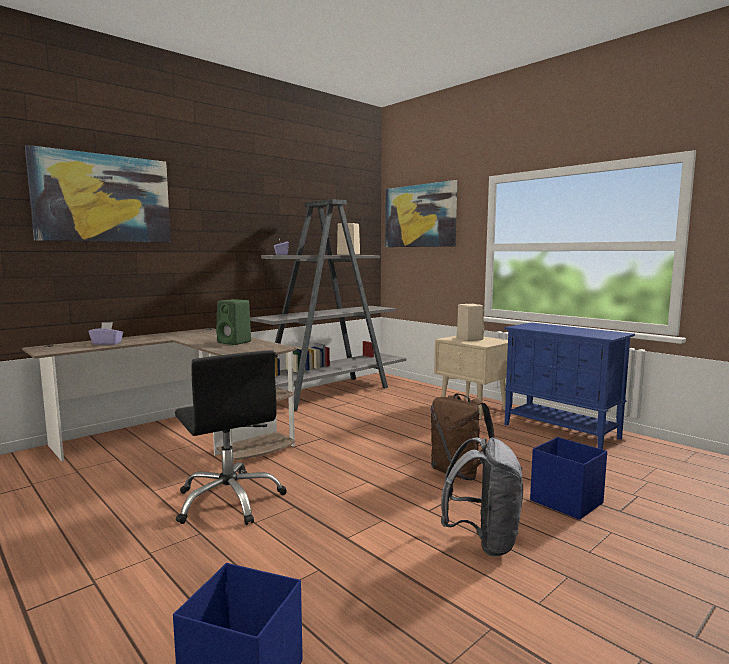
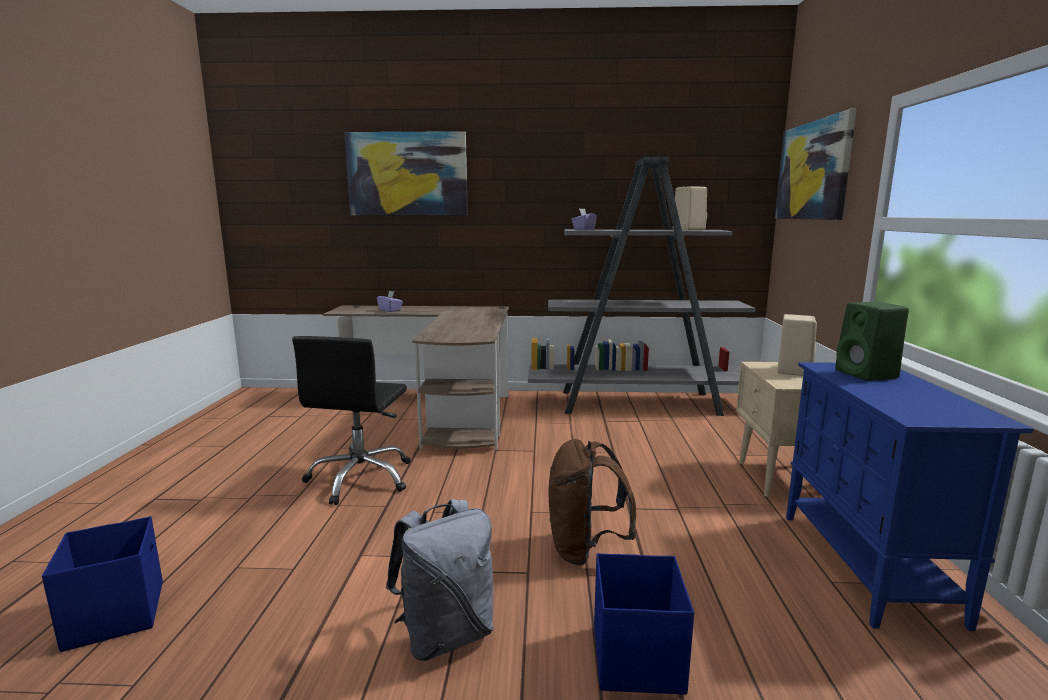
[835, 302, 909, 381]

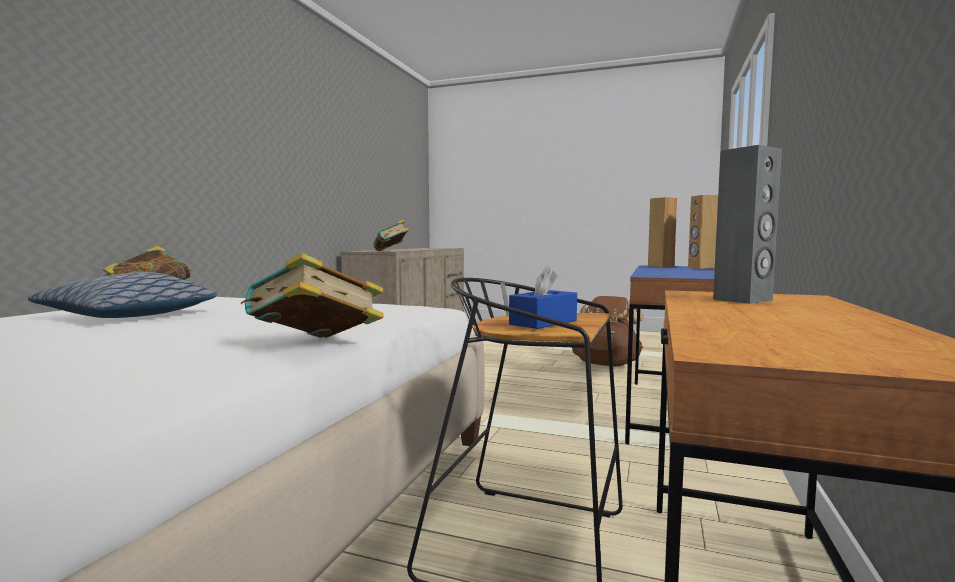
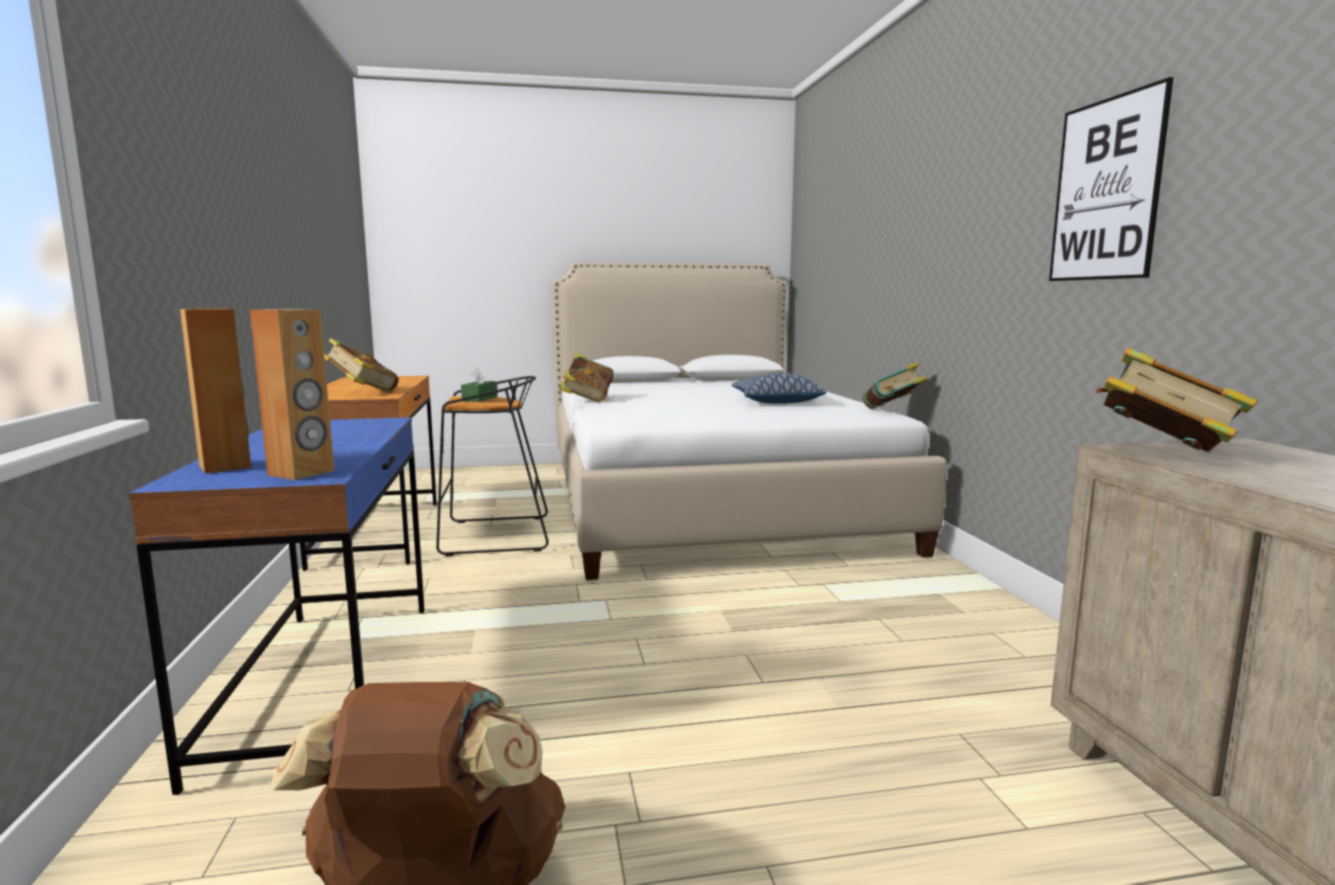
[324, 338, 399, 392]
[461, 368, 497, 402]
[1049, 77, 1173, 281]

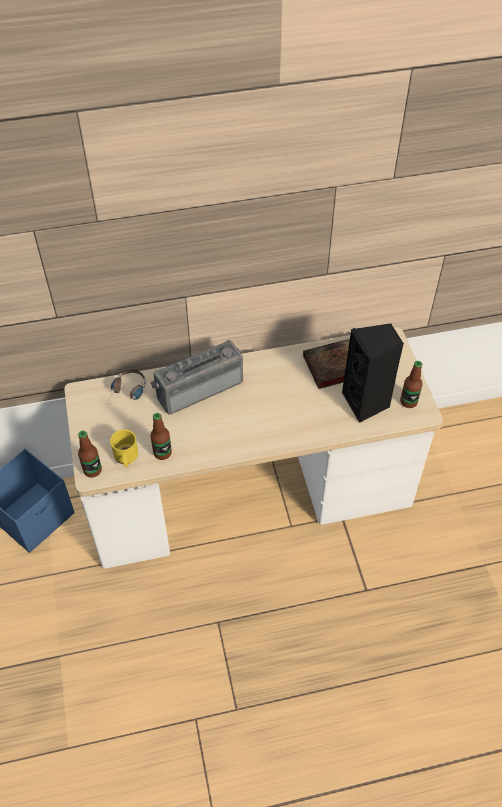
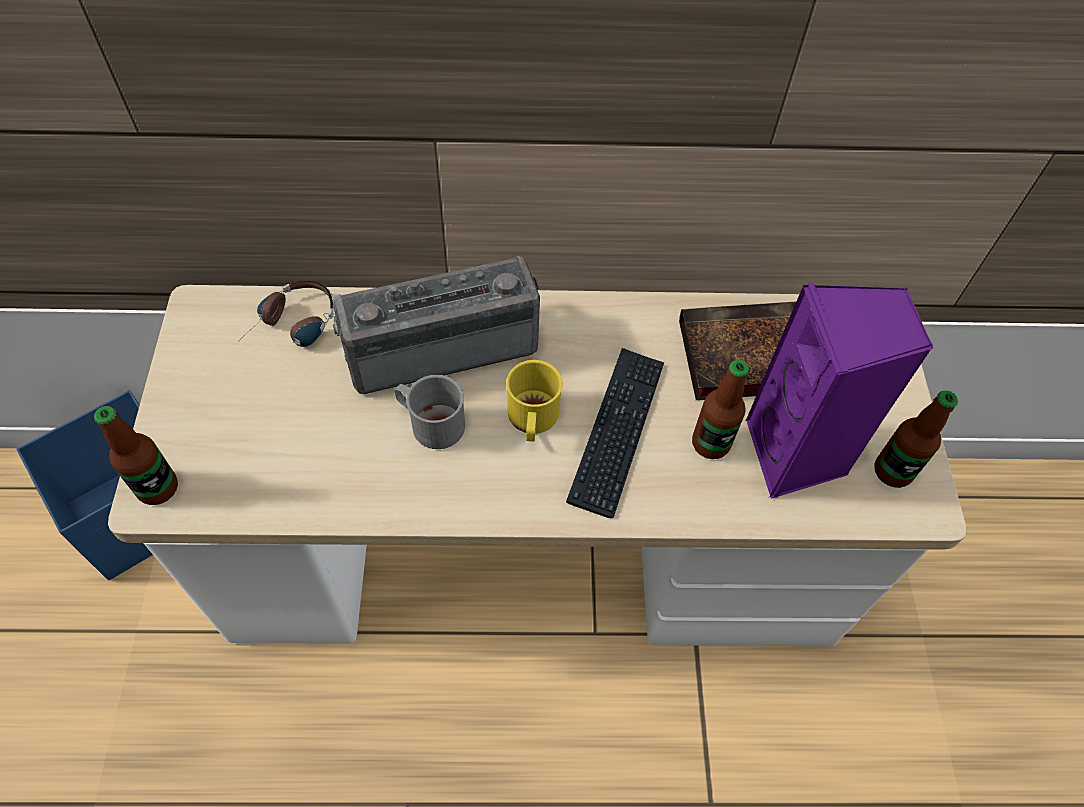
[746, 283, 933, 499]
[692, 360, 749, 459]
[506, 360, 563, 442]
[566, 348, 664, 518]
[395, 375, 465, 449]

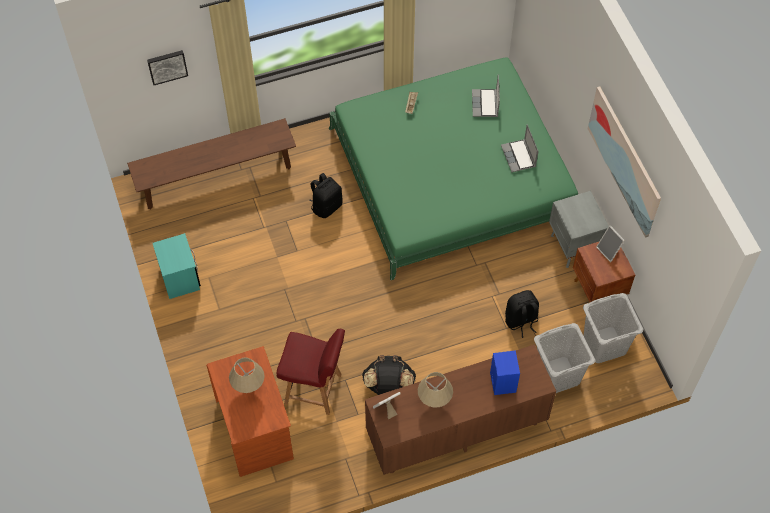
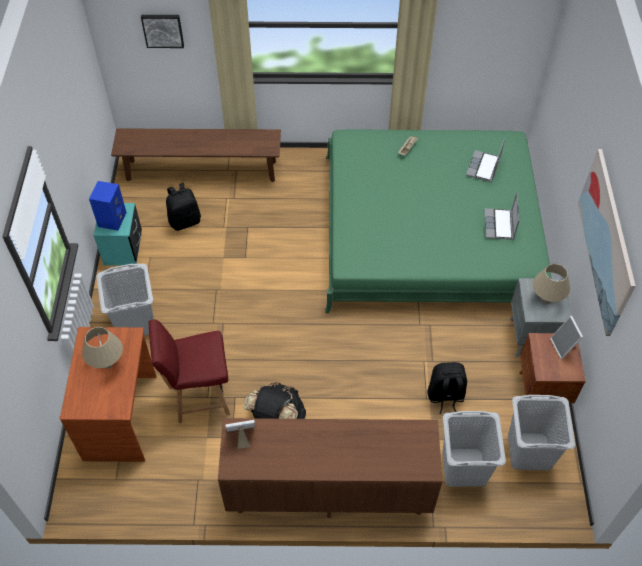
[166, 183, 201, 231]
[149, 319, 230, 424]
[89, 181, 127, 230]
[532, 264, 570, 304]
[96, 263, 154, 335]

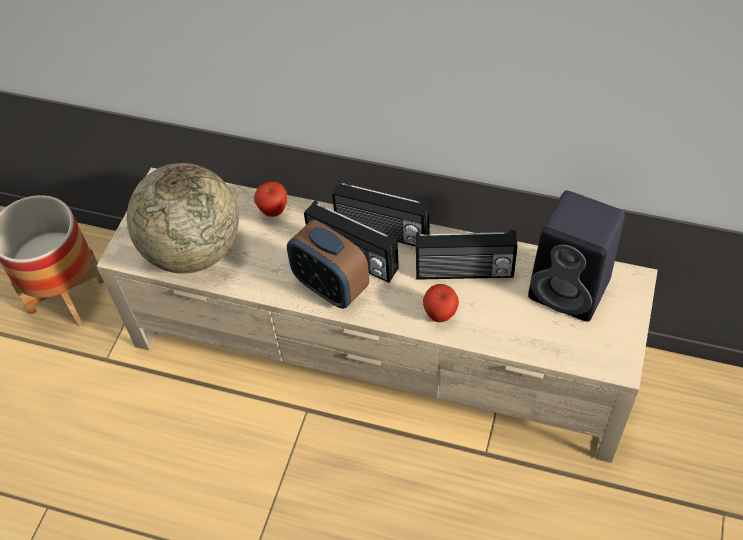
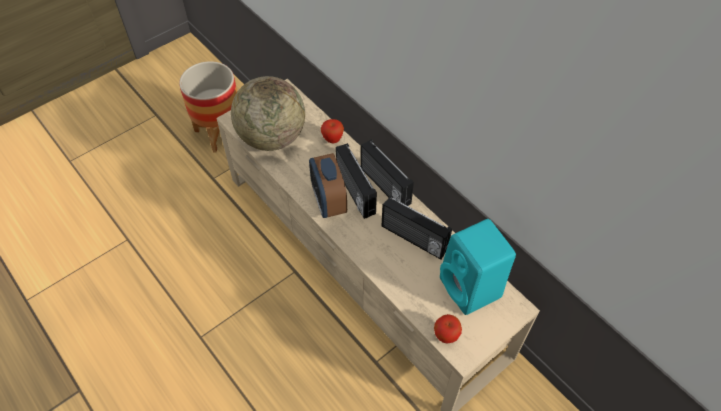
[440, 219, 516, 315]
[434, 314, 462, 343]

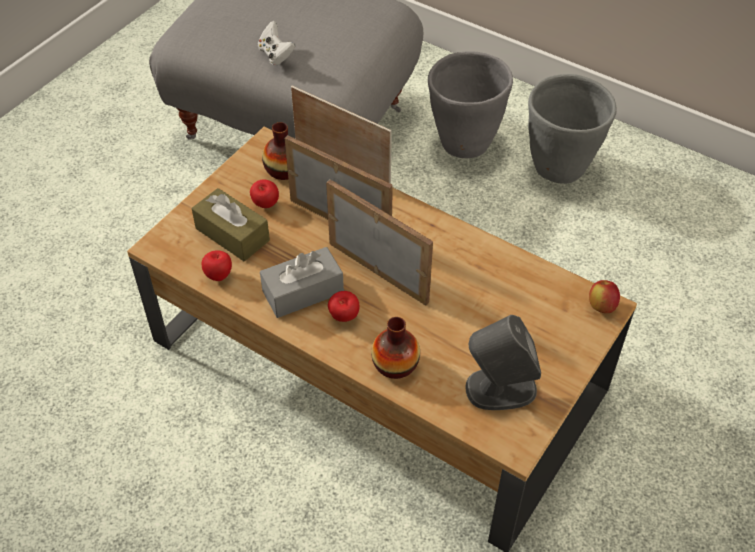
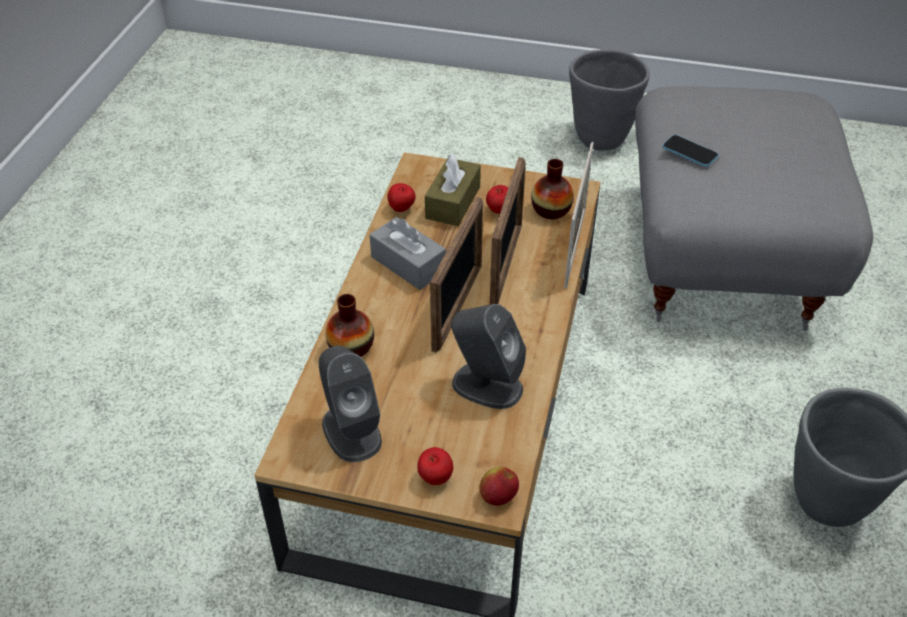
[662, 135, 719, 167]
[569, 49, 650, 150]
[417, 447, 453, 485]
[451, 304, 526, 409]

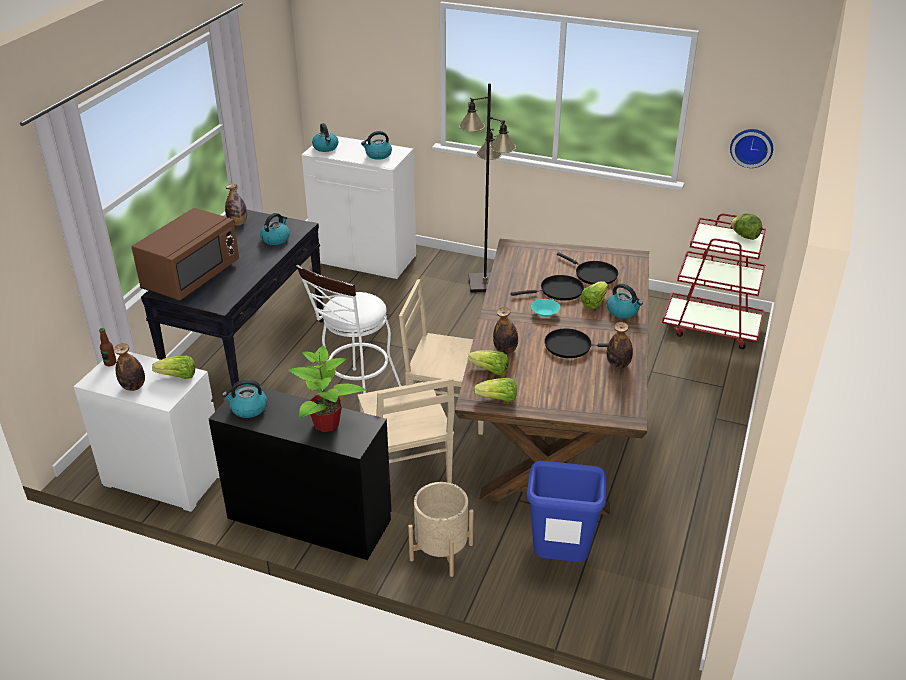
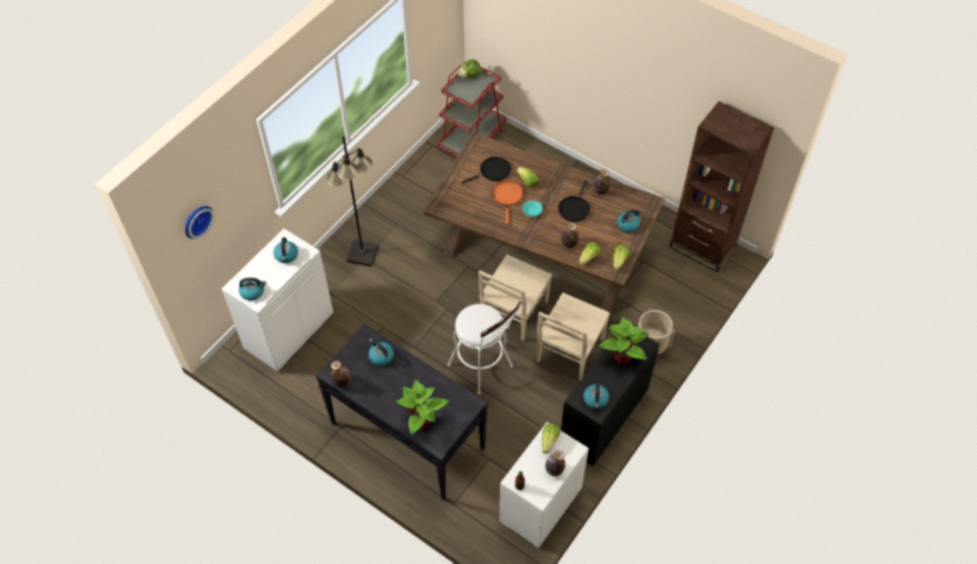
[185, 206, 214, 239]
[396, 380, 450, 434]
[492, 180, 523, 224]
[617, 209, 642, 233]
[537, 292, 610, 381]
[527, 461, 606, 562] (first image)
[669, 101, 774, 273]

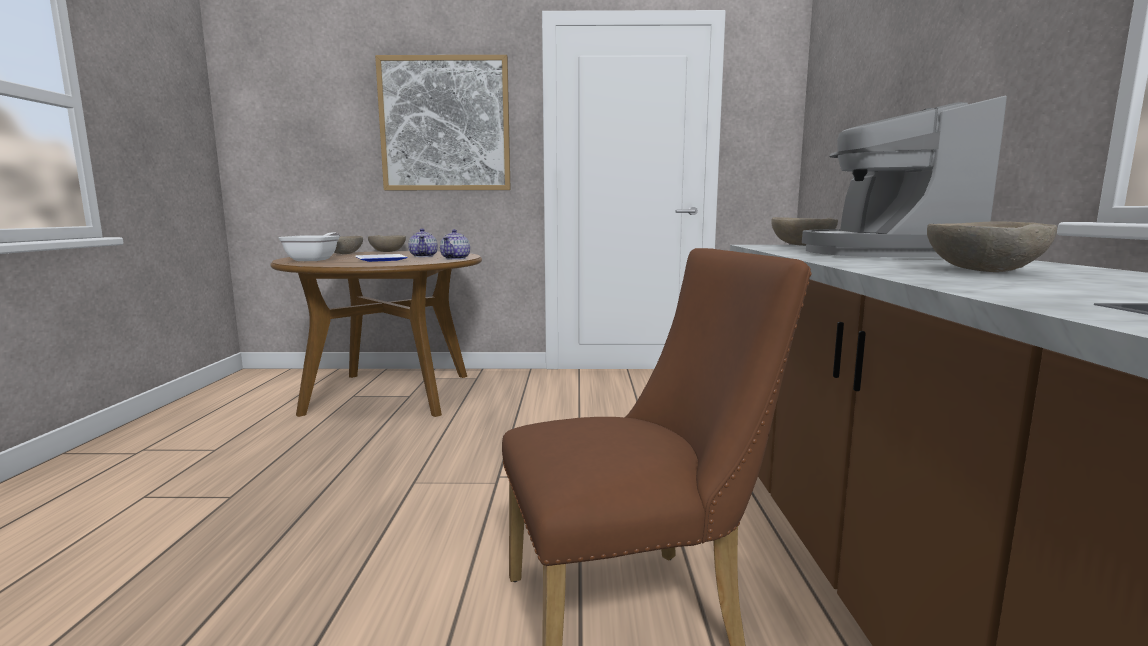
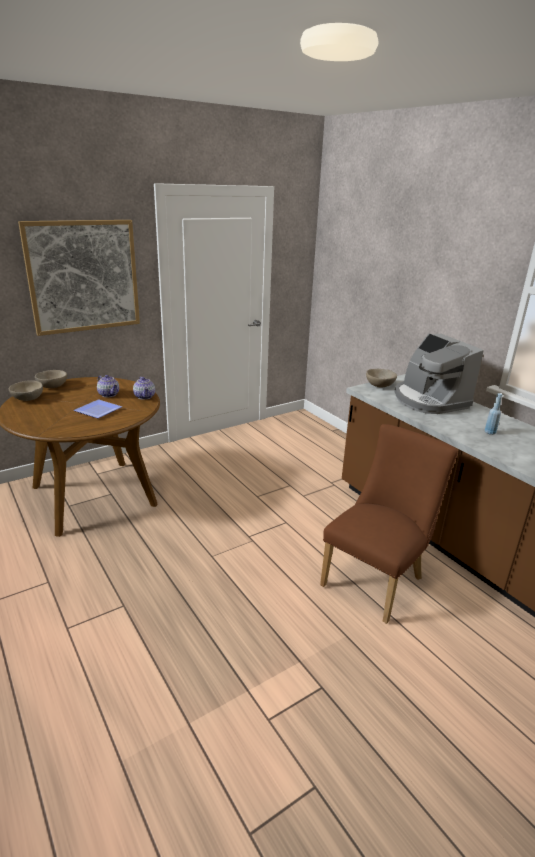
[485, 393, 502, 435]
[278, 232, 340, 261] (first image)

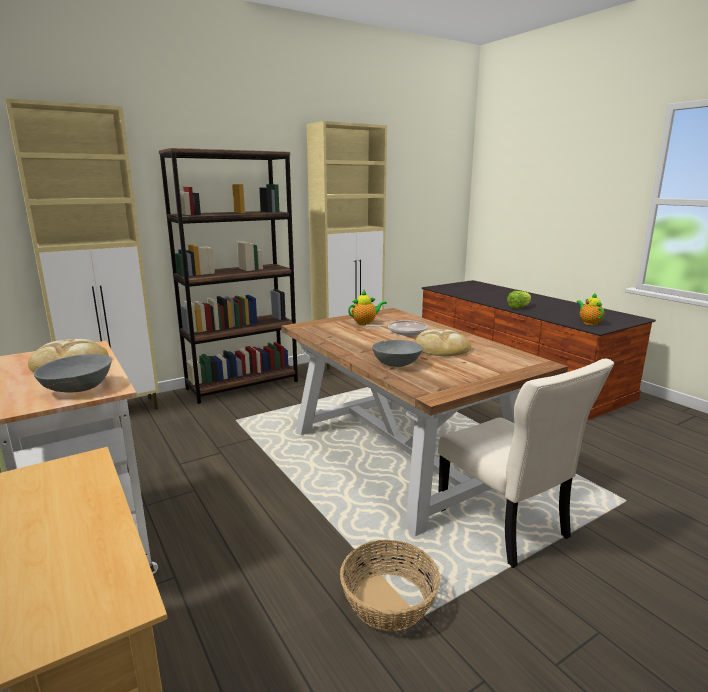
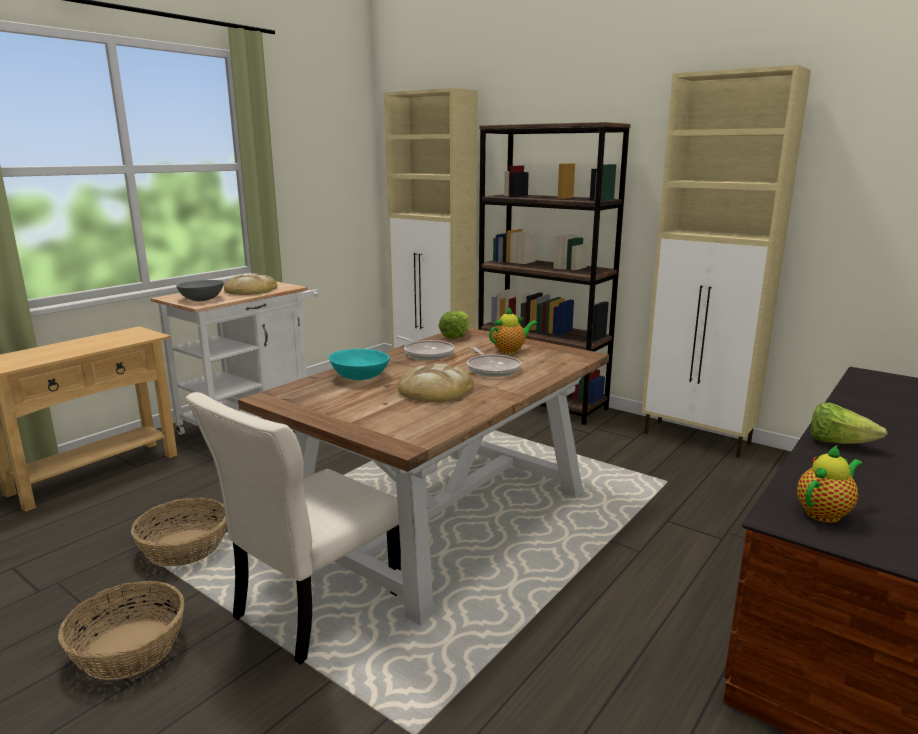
[489, 308, 537, 354]
[329, 349, 390, 380]
[439, 311, 469, 339]
[396, 336, 455, 360]
[58, 581, 184, 680]

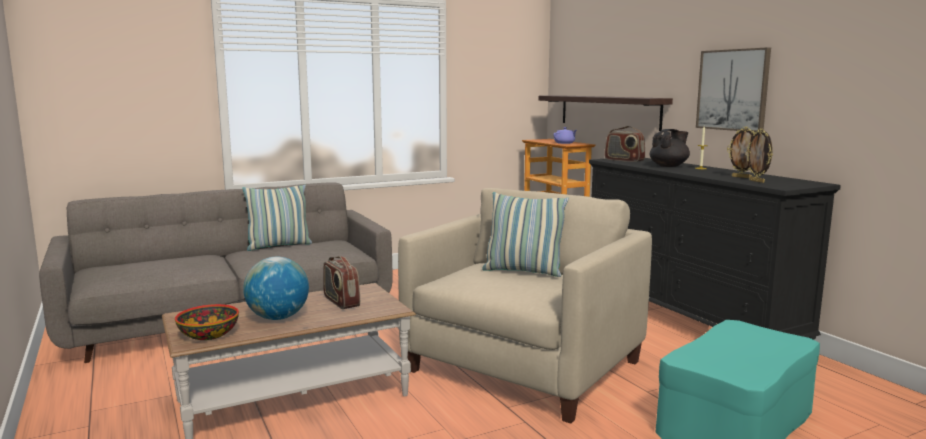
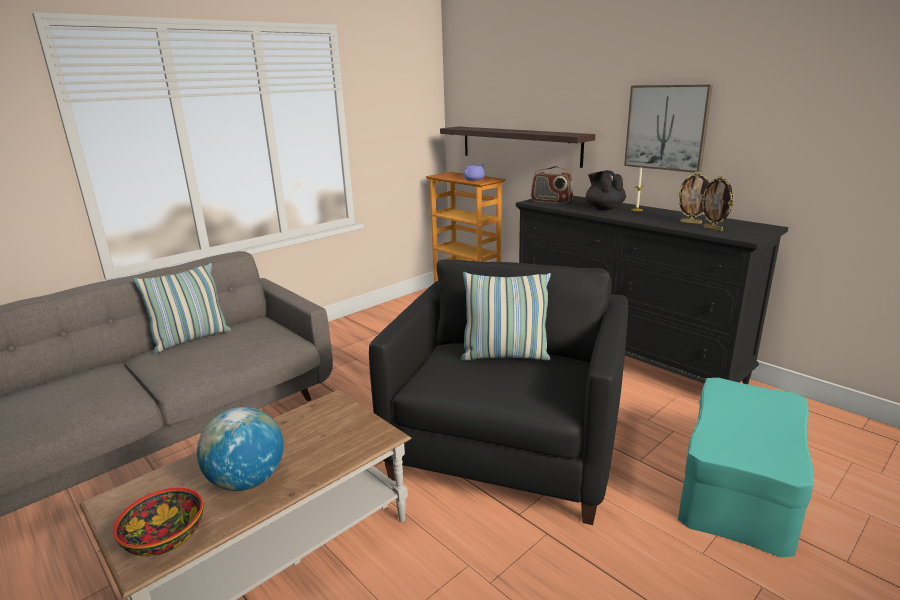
[586, 170, 626, 210]
[369, 260, 628, 525]
[323, 256, 360, 309] (first image)

